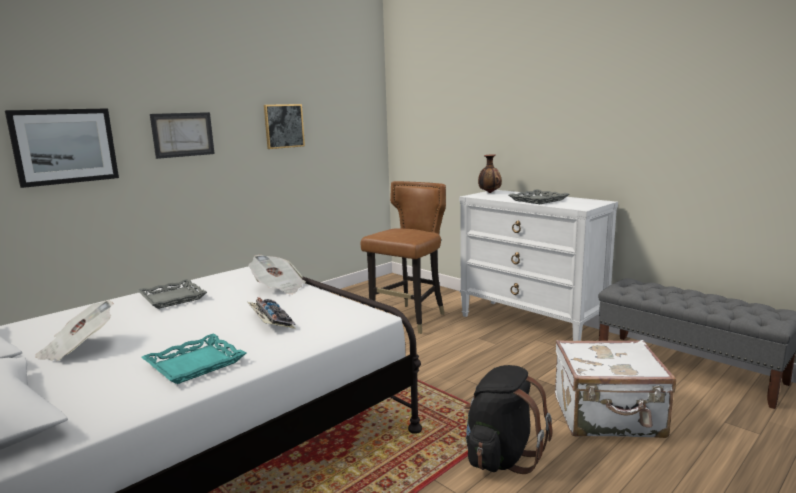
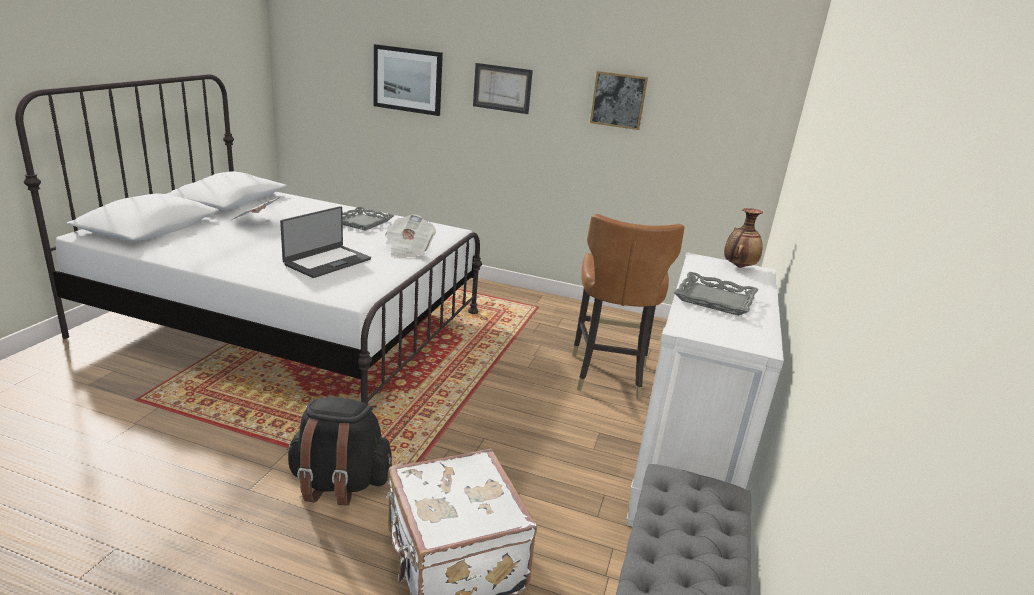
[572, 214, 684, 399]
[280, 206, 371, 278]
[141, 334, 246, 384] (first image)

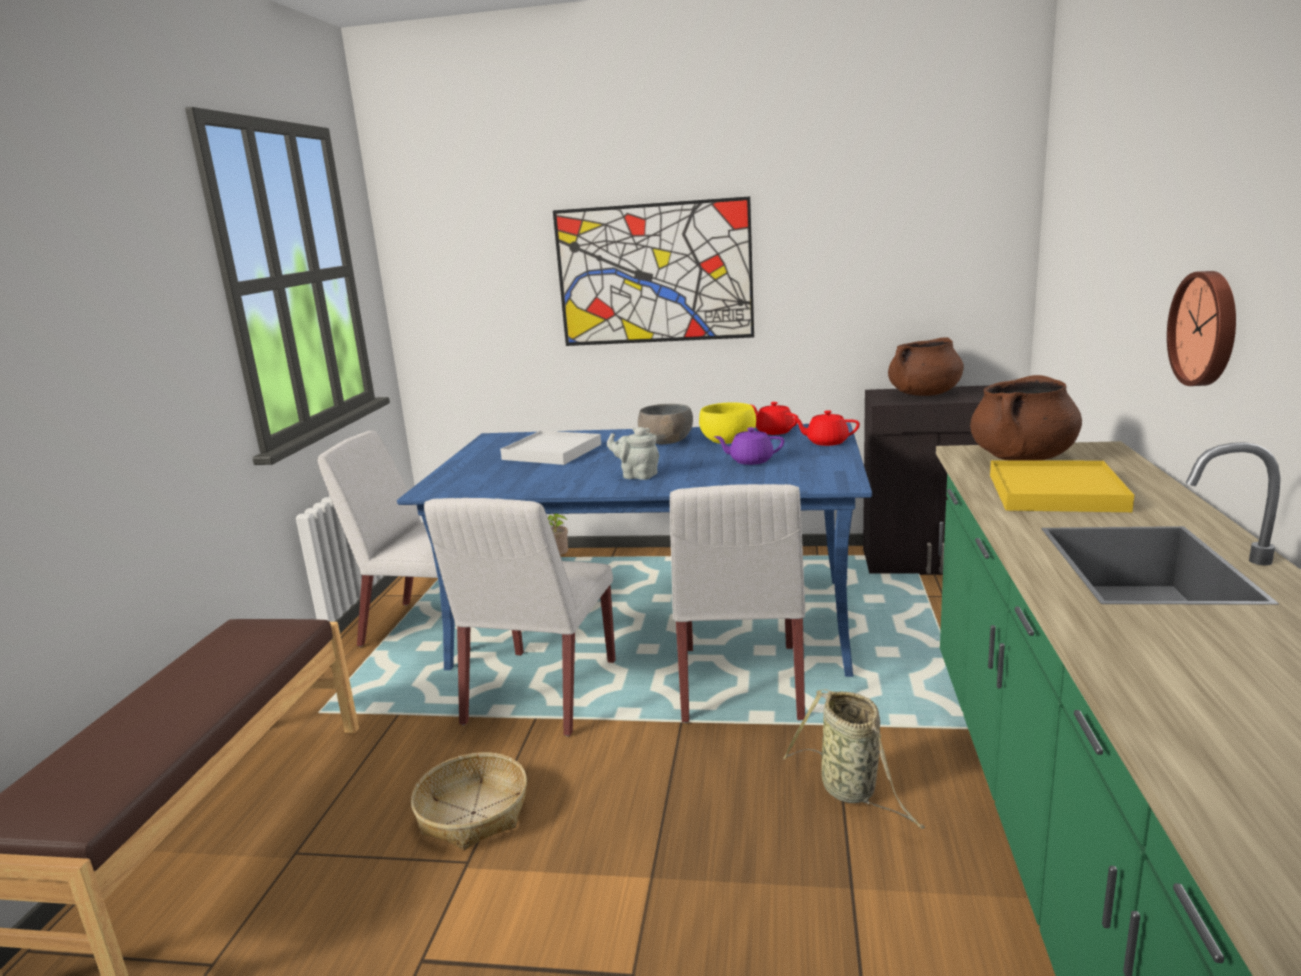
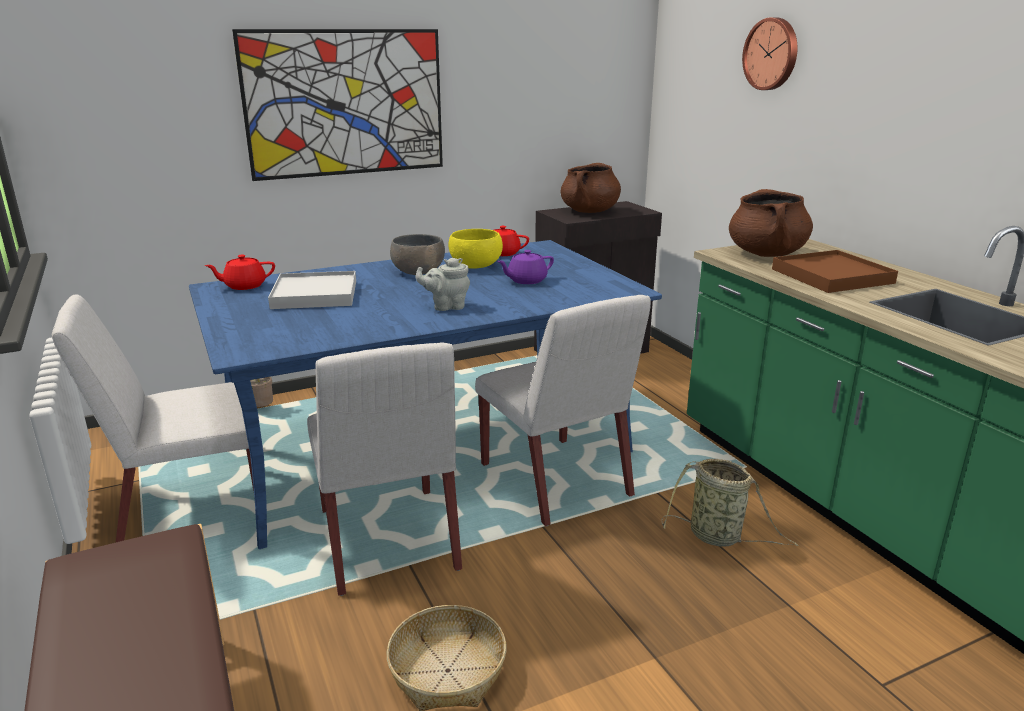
[742, 17, 797, 90]
[205, 254, 275, 290]
[772, 250, 898, 293]

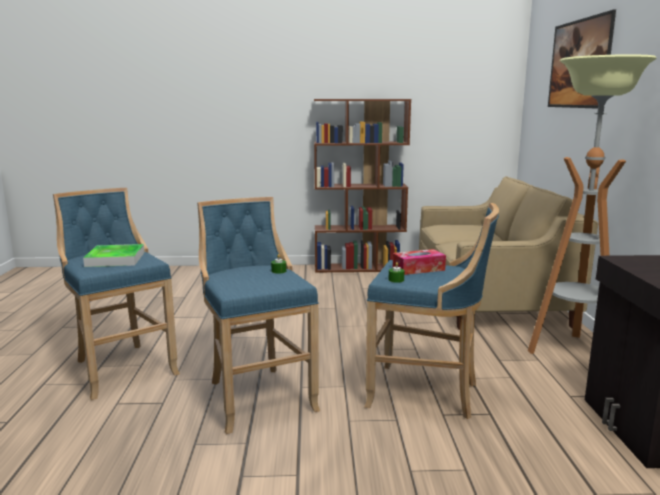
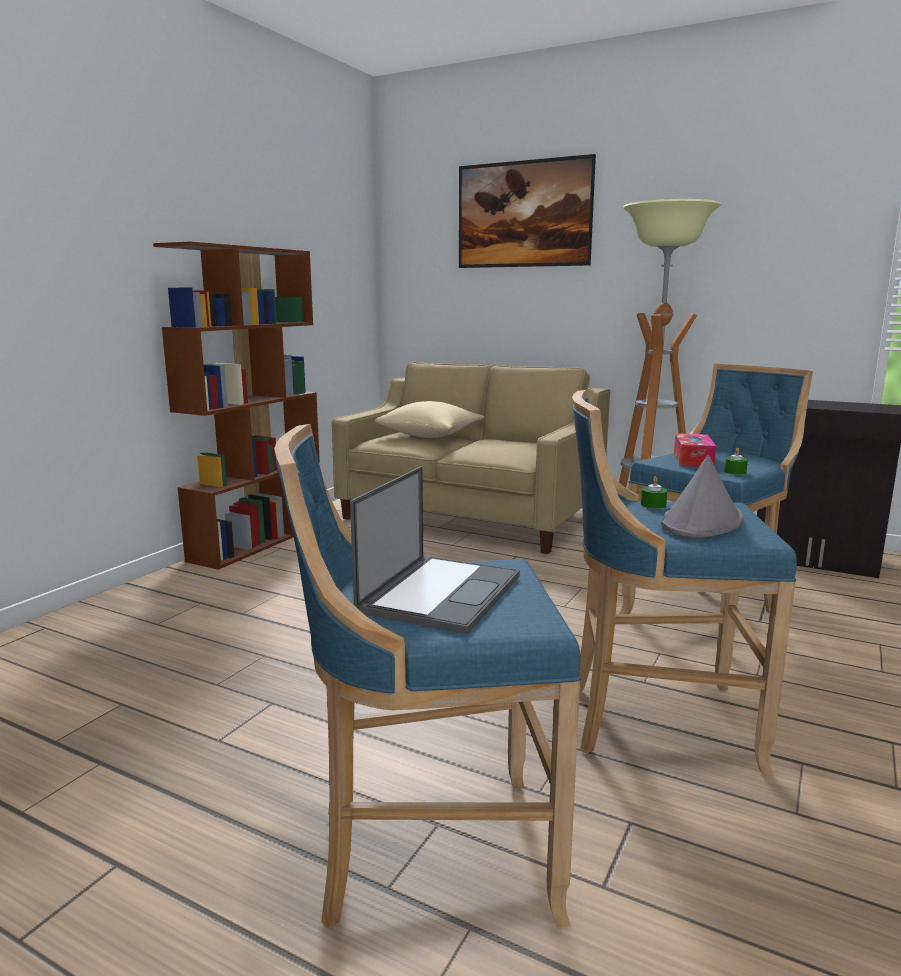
[350, 466, 520, 634]
[375, 401, 484, 438]
[661, 455, 743, 537]

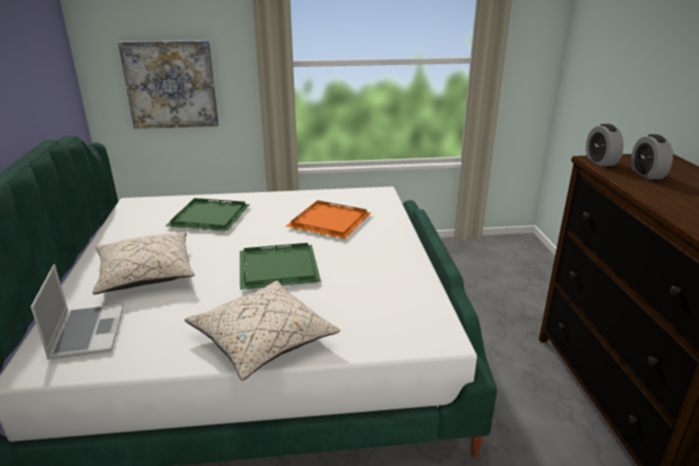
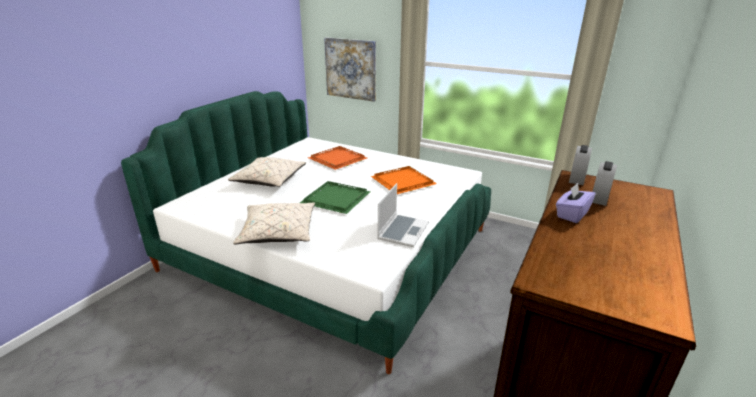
[308, 146, 367, 170]
[377, 183, 429, 247]
[556, 183, 595, 223]

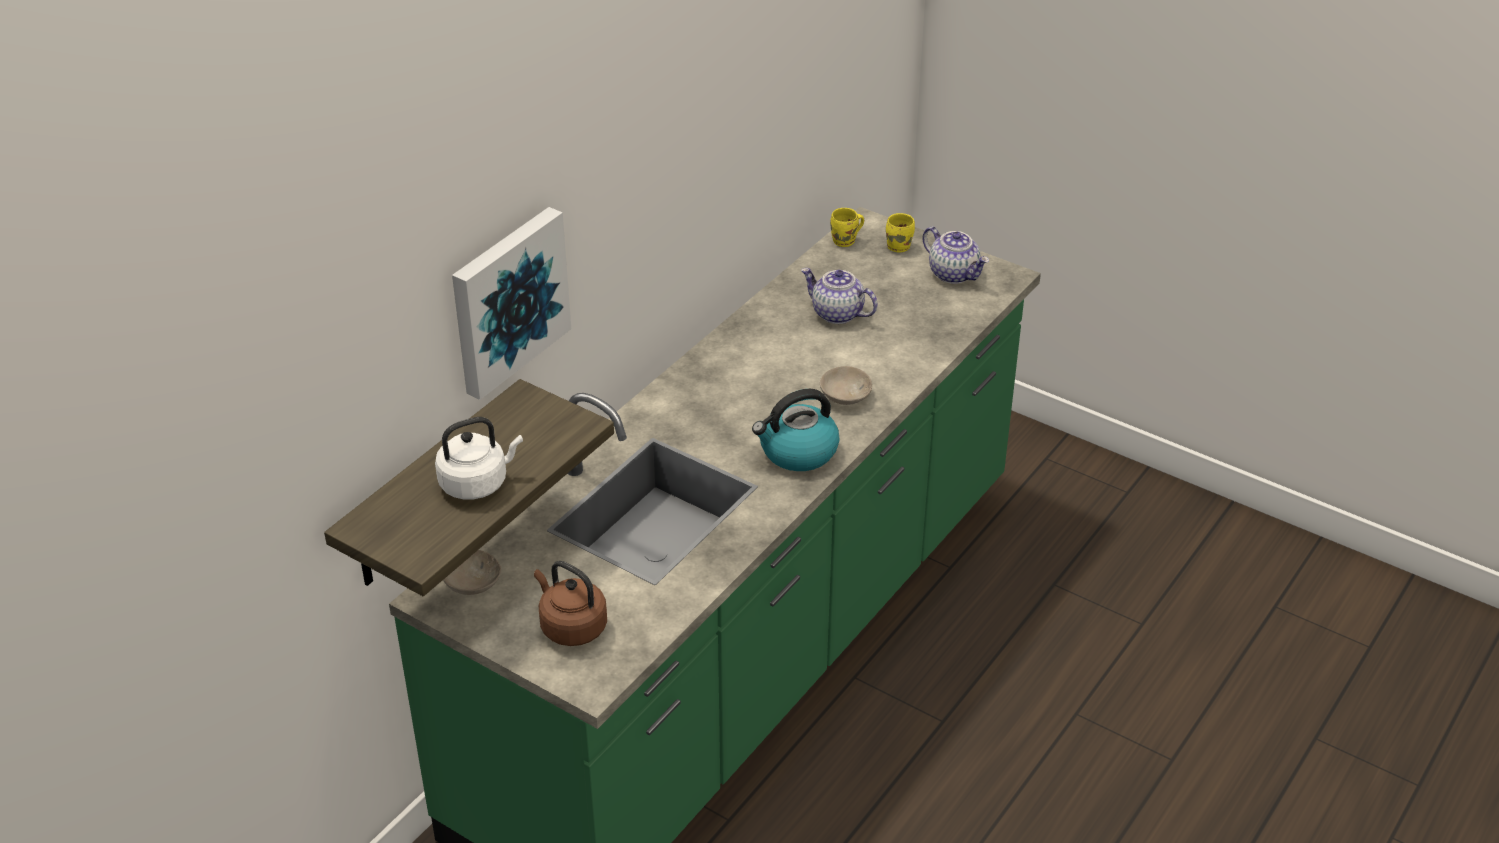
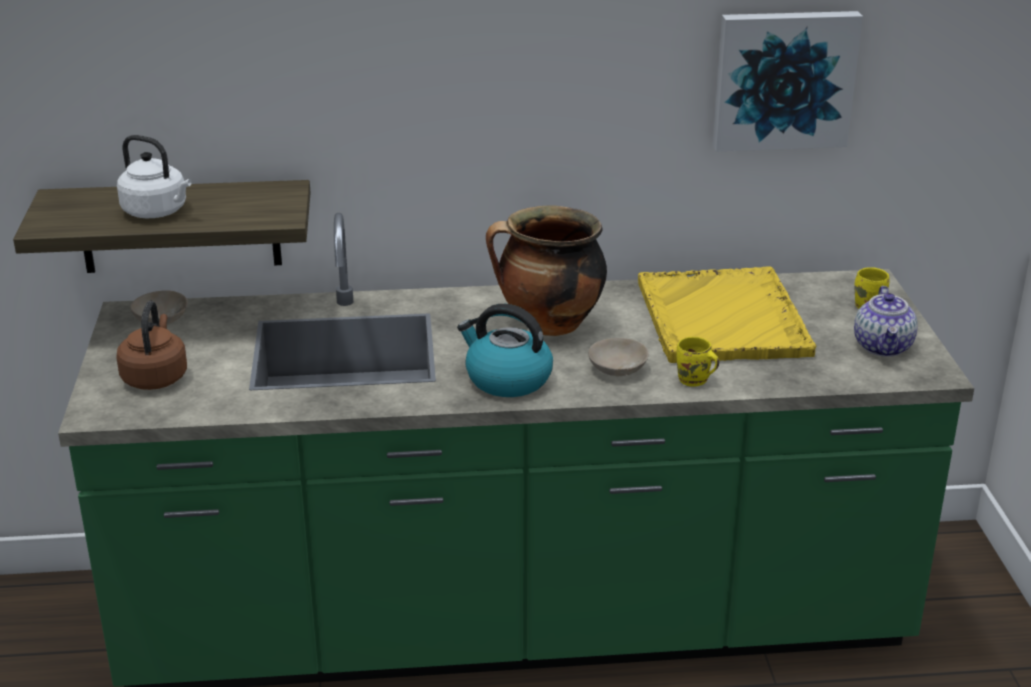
[713, 11, 863, 151]
[676, 337, 719, 387]
[638, 266, 816, 363]
[486, 205, 607, 336]

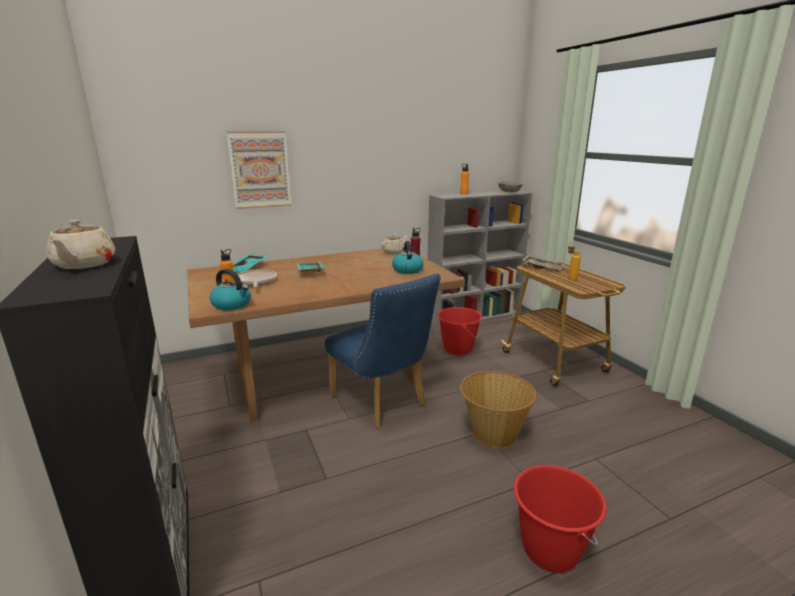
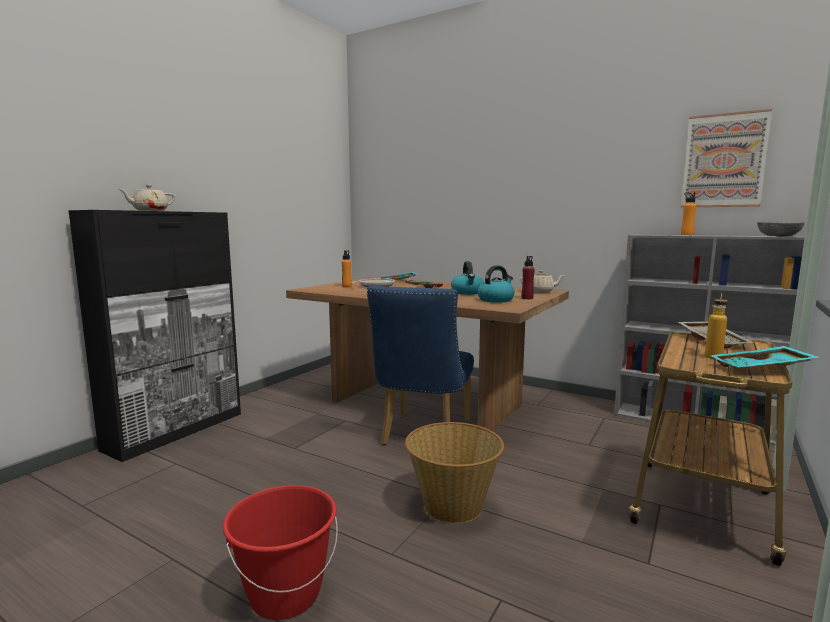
[681, 109, 772, 208]
[451, 261, 483, 295]
[437, 307, 482, 355] (first image)
[711, 346, 819, 369]

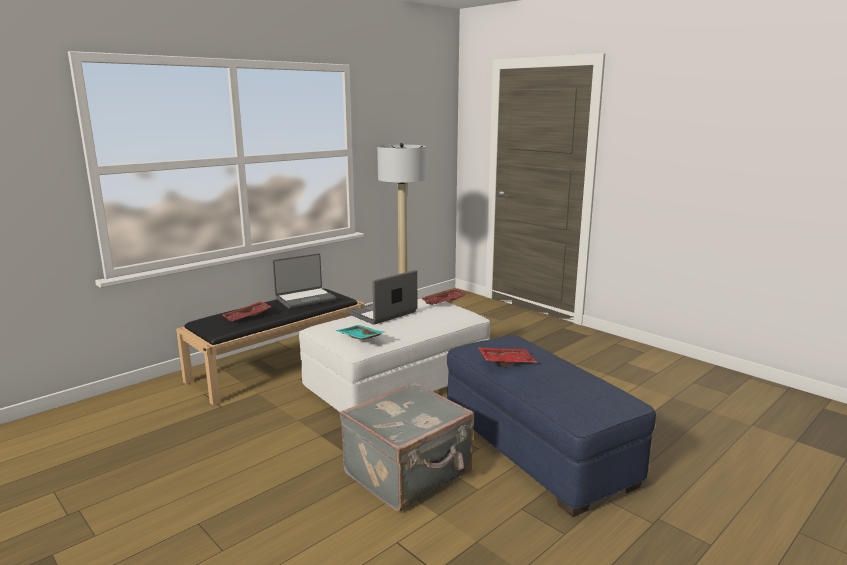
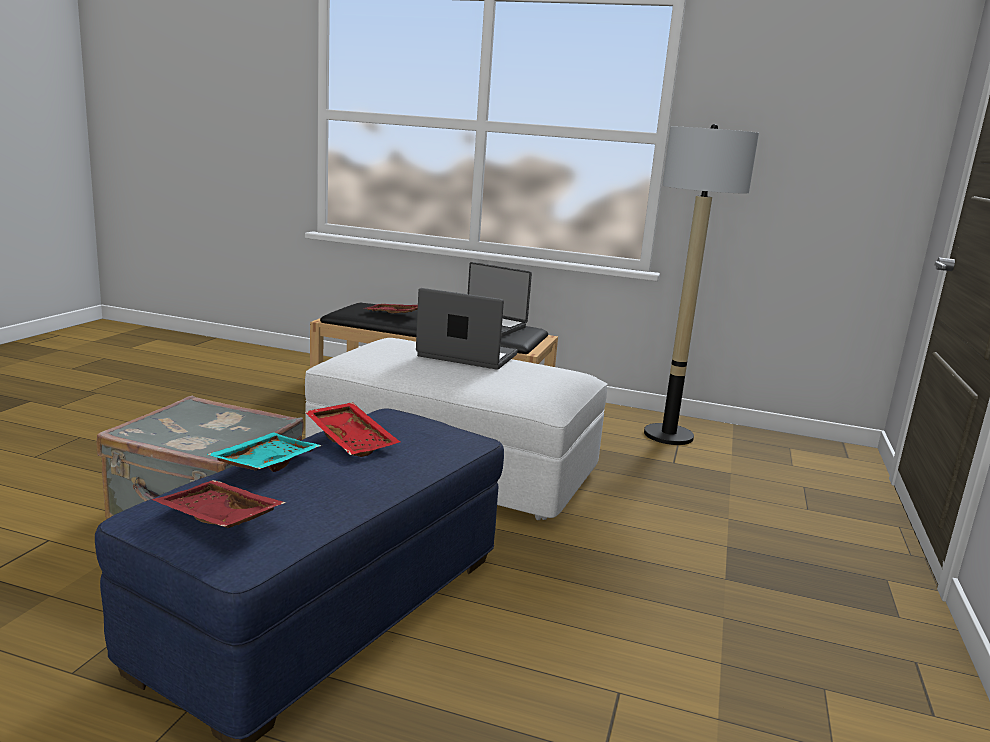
[151, 480, 286, 528]
[206, 432, 322, 472]

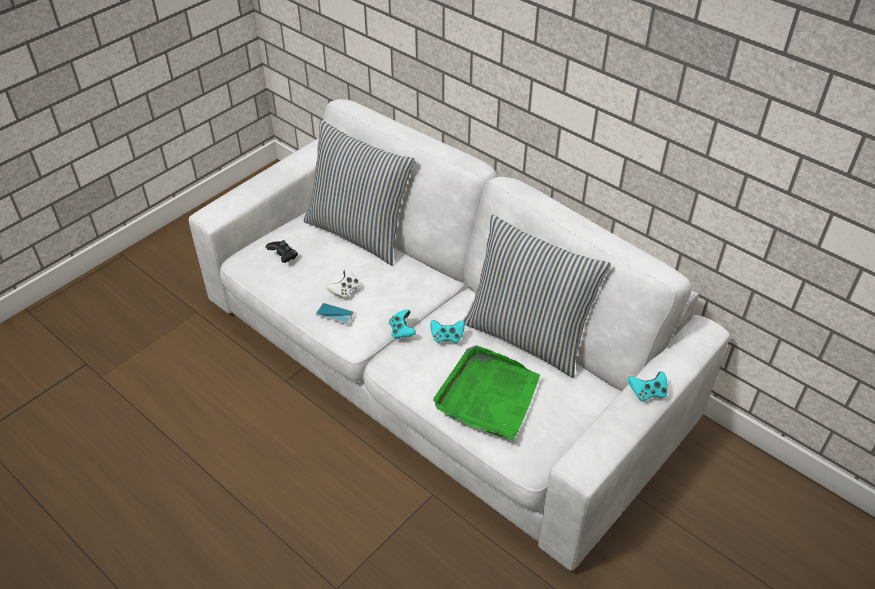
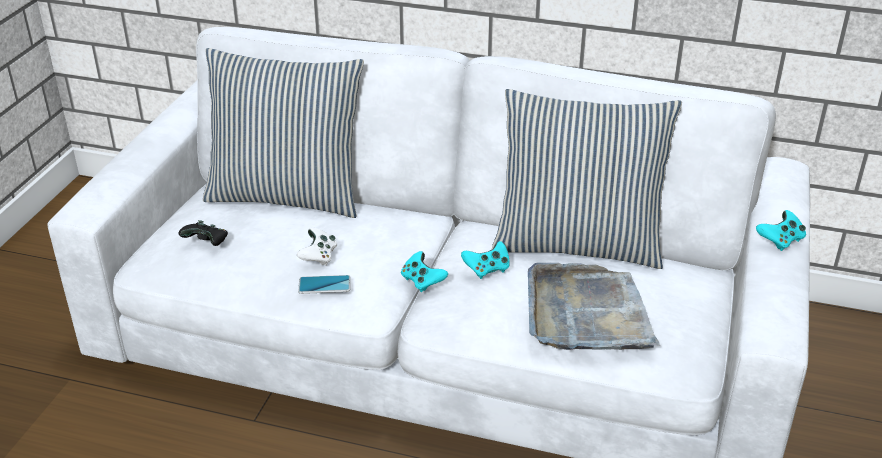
[528, 263, 660, 350]

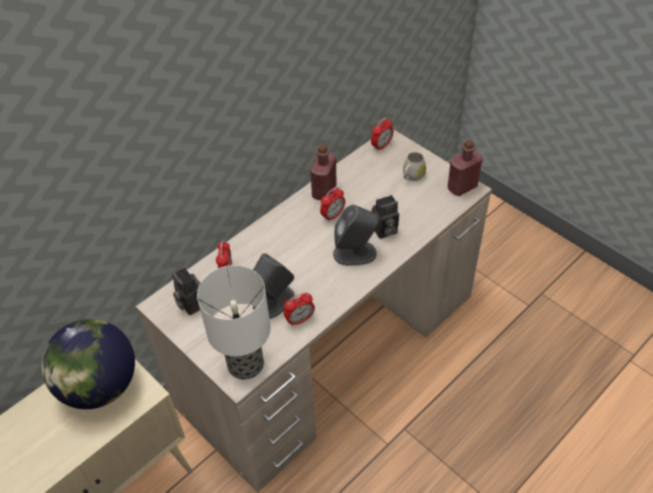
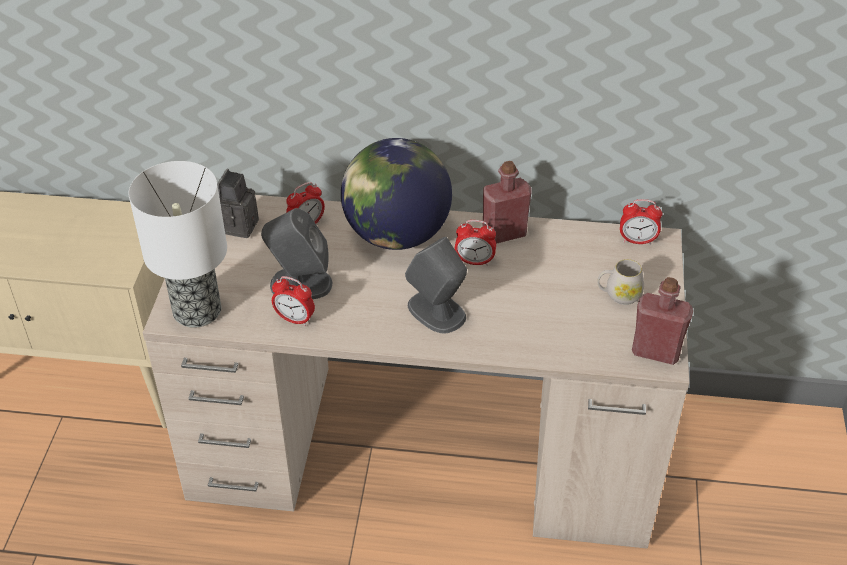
[371, 195, 399, 239] (first image)
[341, 138, 452, 250]

